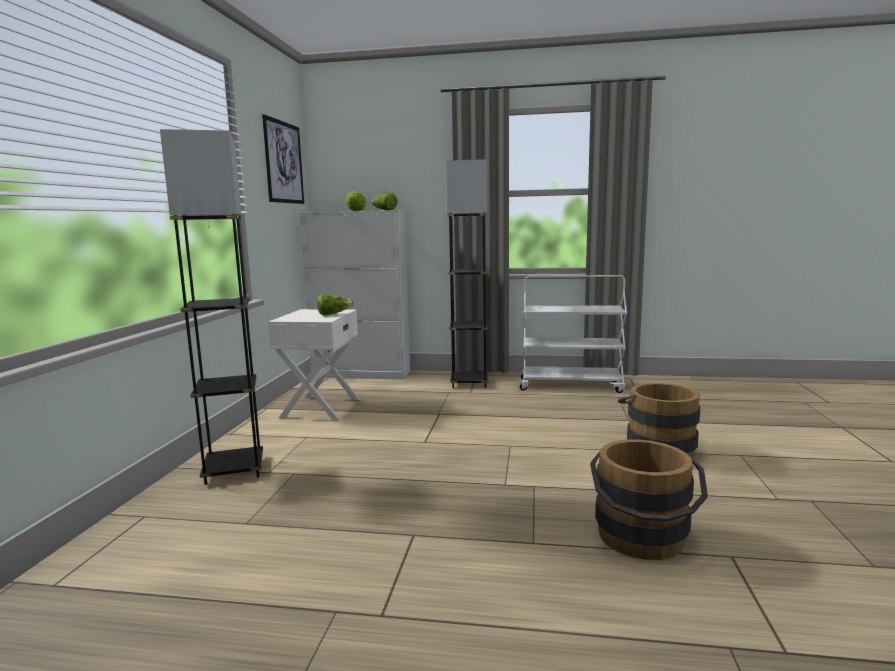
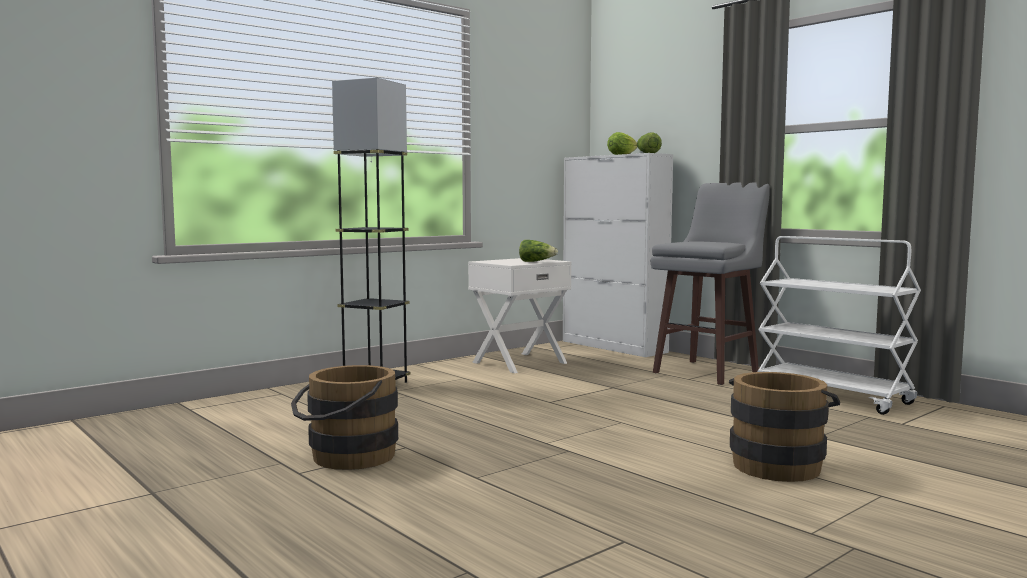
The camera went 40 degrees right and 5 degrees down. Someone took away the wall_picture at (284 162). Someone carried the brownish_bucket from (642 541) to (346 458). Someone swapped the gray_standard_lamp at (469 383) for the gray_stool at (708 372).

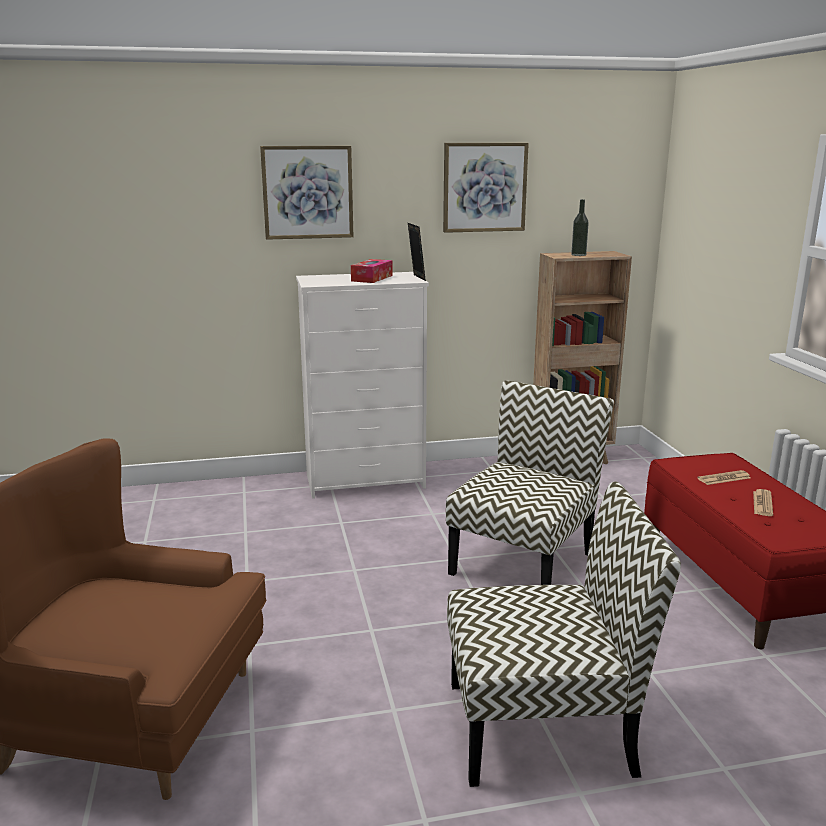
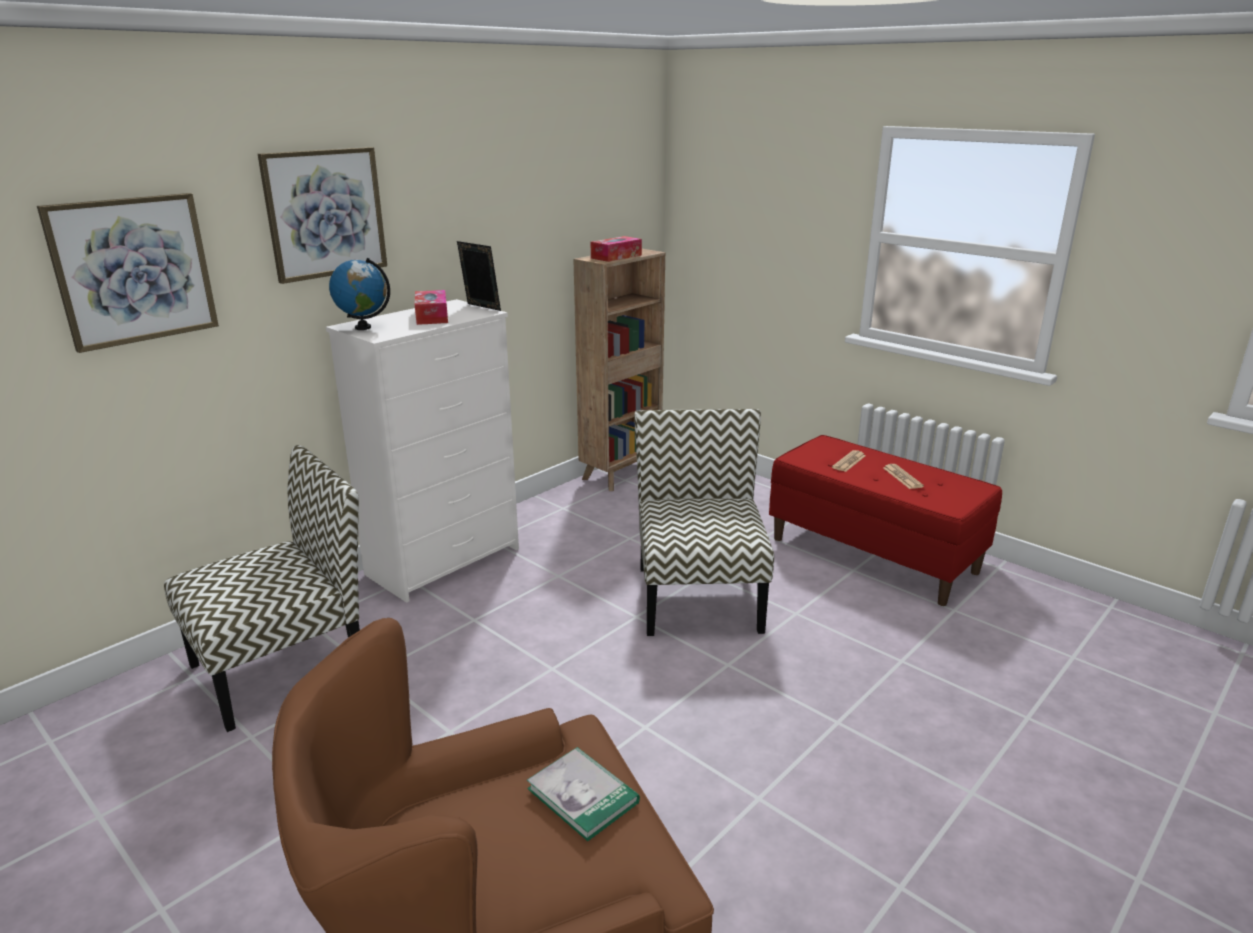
The camera went 35 degrees left and 5 degrees up. Someone put down the desk_globe at (363 327). Someone put down the book at (582 795). Someone carried the wall_picture from (484 187) to (133 270). Someone carried the chair from (543 726) to (284 666). Someone swapped the beverage_bottle at (578 255) for the box_of_tissues at (616 256).

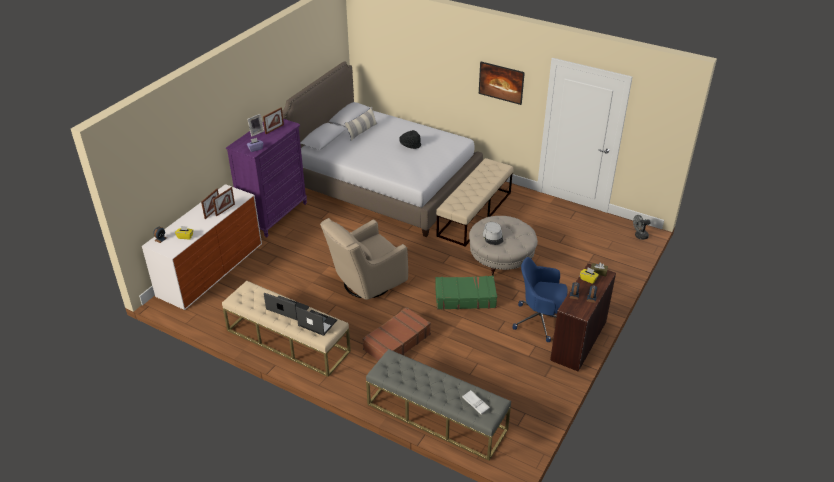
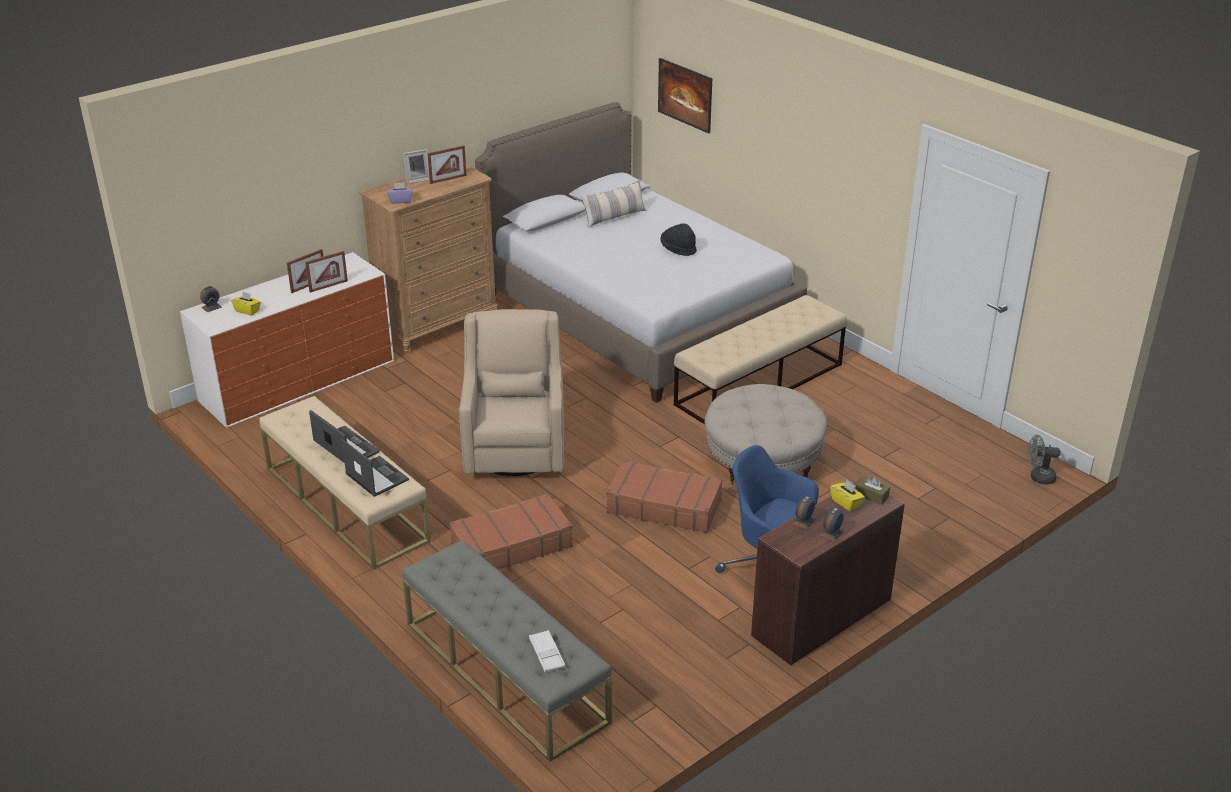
The camera went 20 degrees right and 5 degrees down. Someone took away the gray_hat at (493 237). Someone carried the wall_picture from (500 90) to (684 108). Someone repainted the purple_chest_of_drawers at (274 215), which became the brownish_chest_of_drawers at (438 325). Someone repainted the green-coloured_piece_of_luggage at (465 298), which became the brownish_piece_of_luggage at (664 506). Someone rotated the beige-coloured_easy_chair at (365 283) by 105 degrees clockwise.

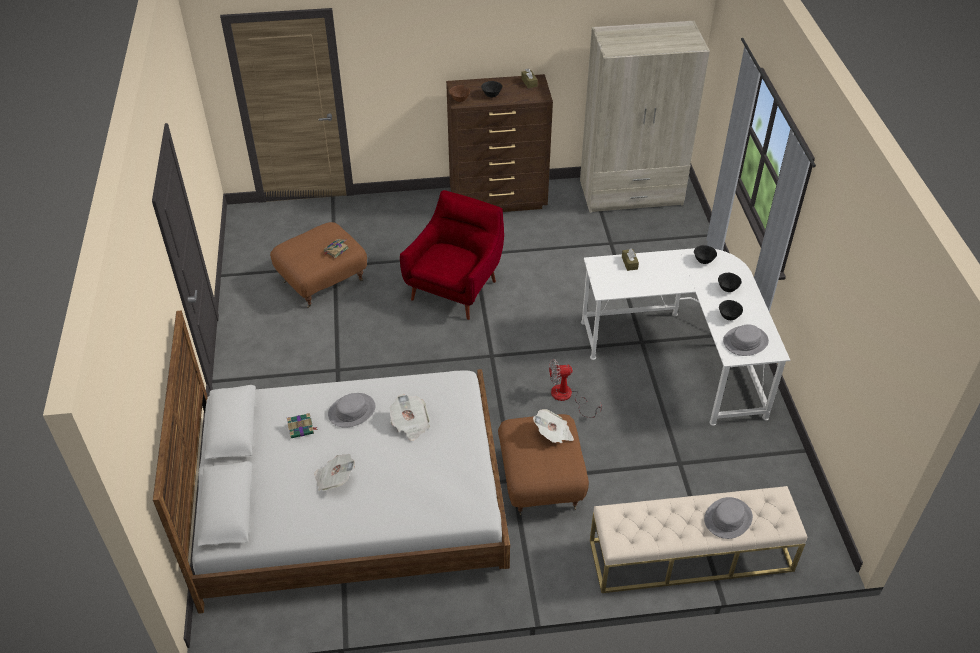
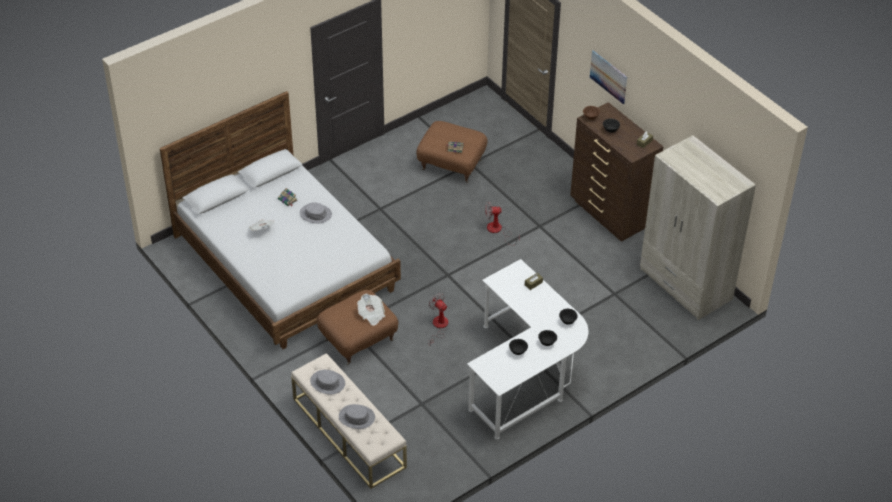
The camera went 60 degrees right and 0 degrees up. Someone took away the printed_paper at (410 424). Someone put up the wall_picture at (608 76). Someone carried the gray_hat from (745 341) to (327 382). Someone swapped the reddish_easy_chair at (456 288) for the cooling_fan at (498 231).

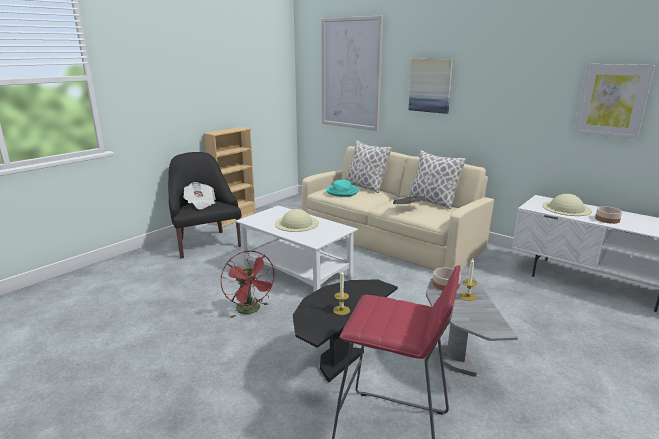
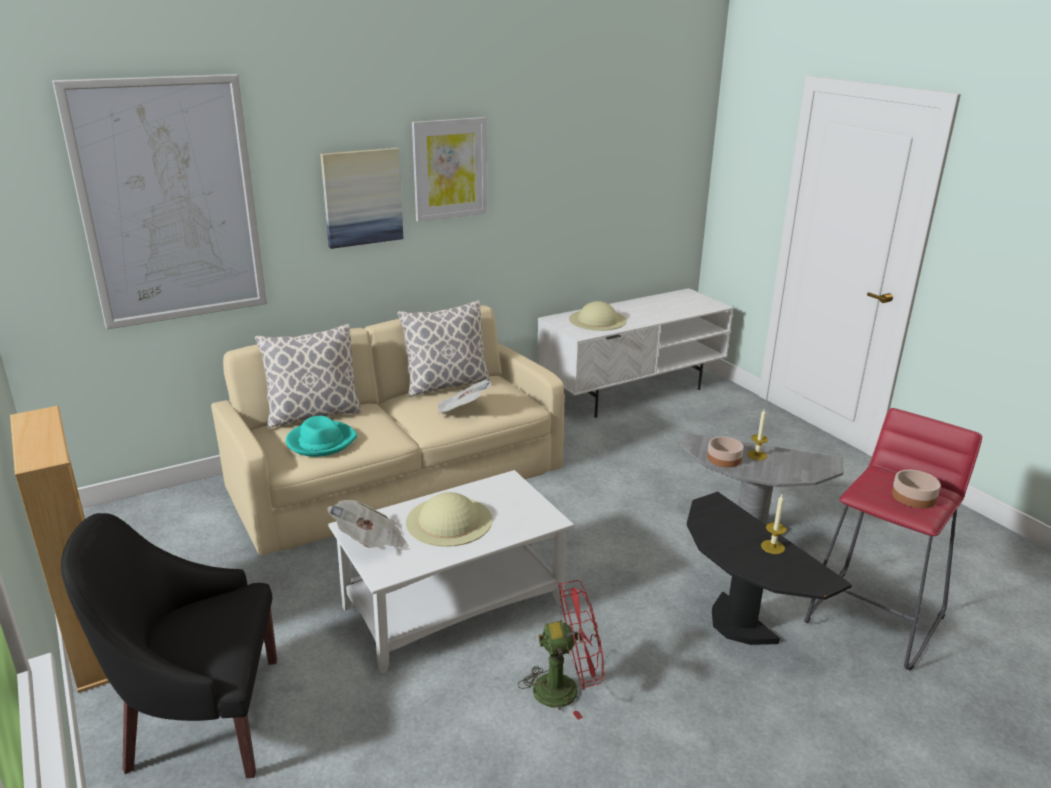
The camera went 70 degrees left and 5 degrees up. Someone carried the printed_paper from (200 204) to (371 542). Someone carried the wall_picture from (612 100) to (449 169). Someone carried the serving_bowl from (607 219) to (914 497).

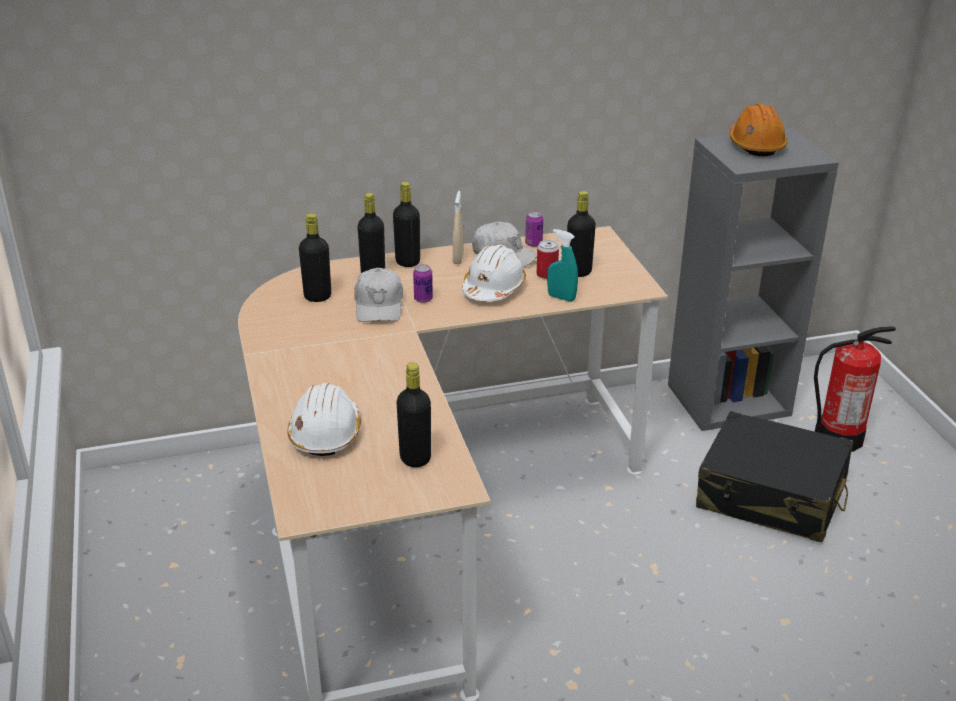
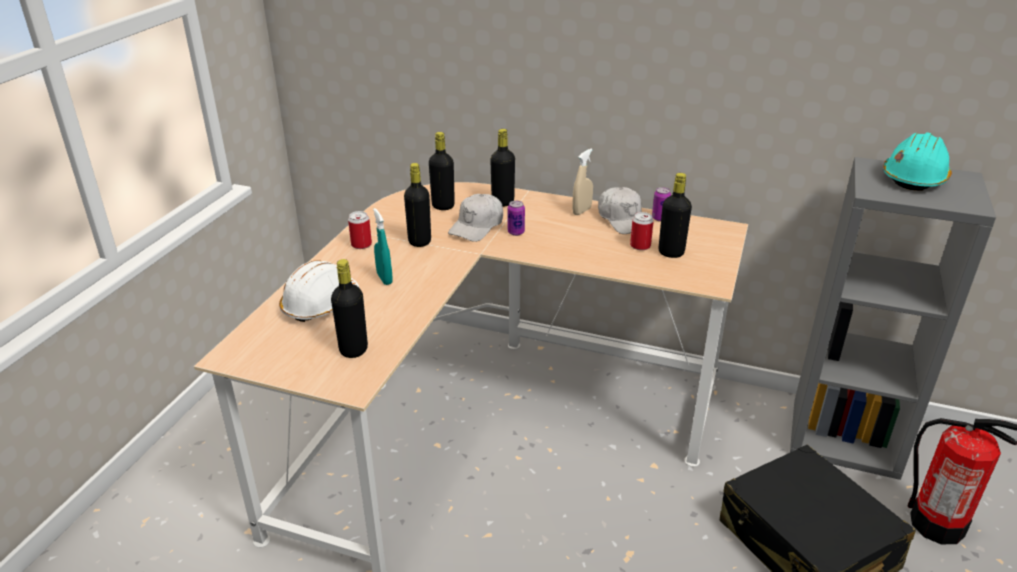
The camera went 35 degrees right and 0 degrees up. Someone took away the white_safety_helmet at (493 288). Someone put down the can at (361 245). Someone carried the black_beverage_bottle from (407 262) to (419 241). Someone carried the turquoise_sprayer from (561 298) to (384 278). Someone repainted the orange_safety_helmet at (756 145), which became the turquoise_safety_helmet at (914 178).

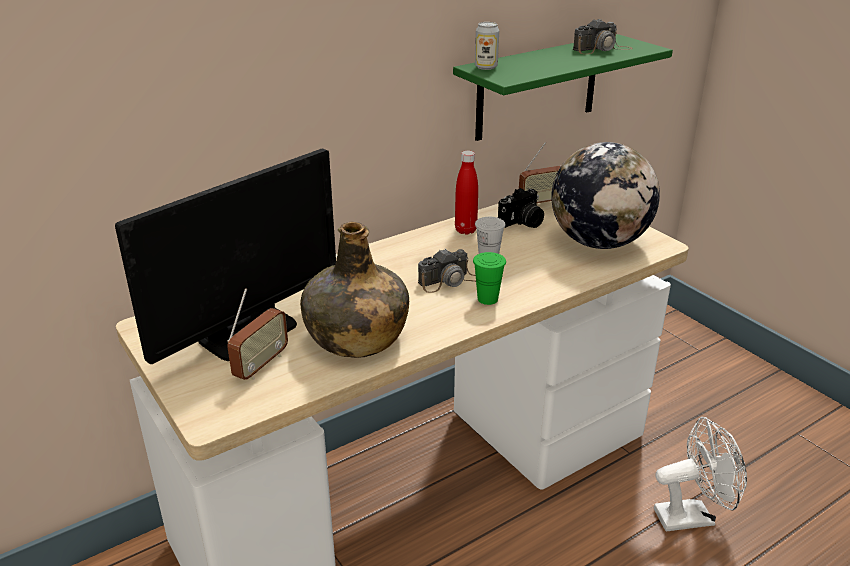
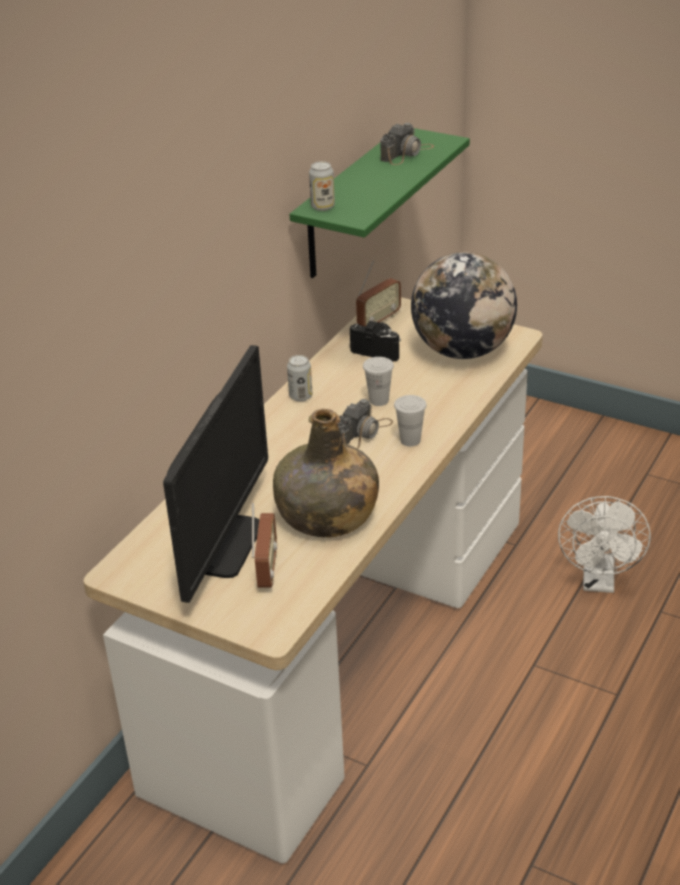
The camera went 25 degrees left and 5 degrees up. Someone took away the reddish_beverage_bottle at (465 230). Someone put down the can at (300 396). Someone repainted the green-coloured_small_cup at (487 299), which became the white_small_cup at (410 440). Someone rotated the photo_camera at (522 223) by 90 degrees counterclockwise. Someone rotated the white_cooling_fan at (692 516) by 135 degrees clockwise.

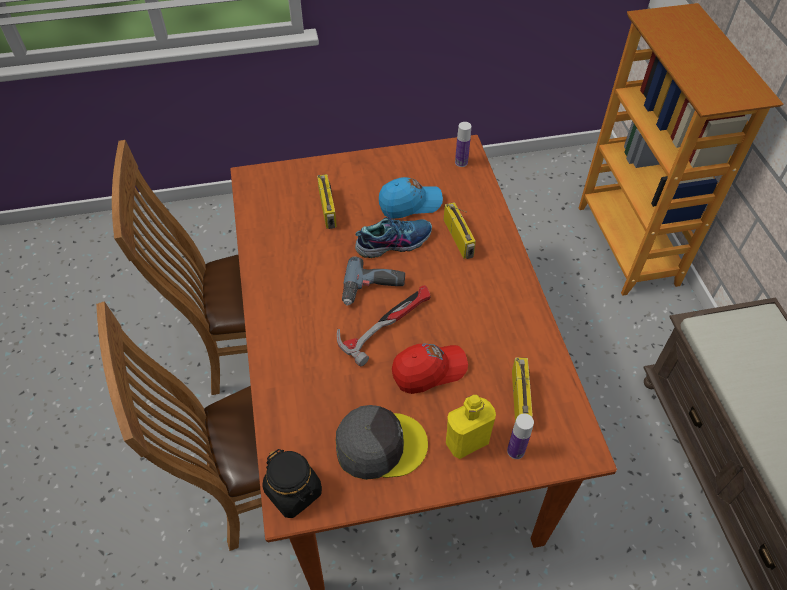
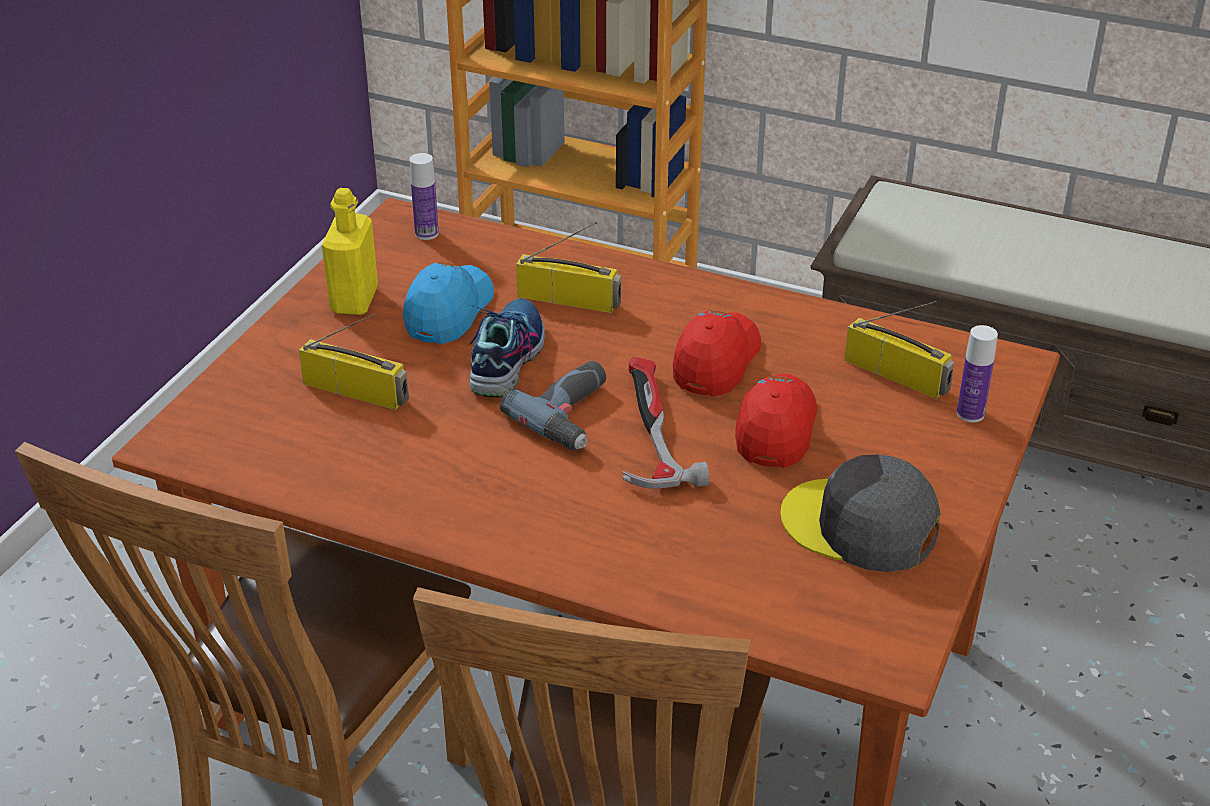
The camera went 55 degrees left and 15 degrees down. Someone took away the black_storage_jar at (294 492). Someone put down the reddish_peaked_cap at (716 361). Someone carried the yellowish_beverage_bottle from (467 442) to (354 300). Someone rotated the gray_peaked_cap at (380 445) by 90 degrees counterclockwise.

